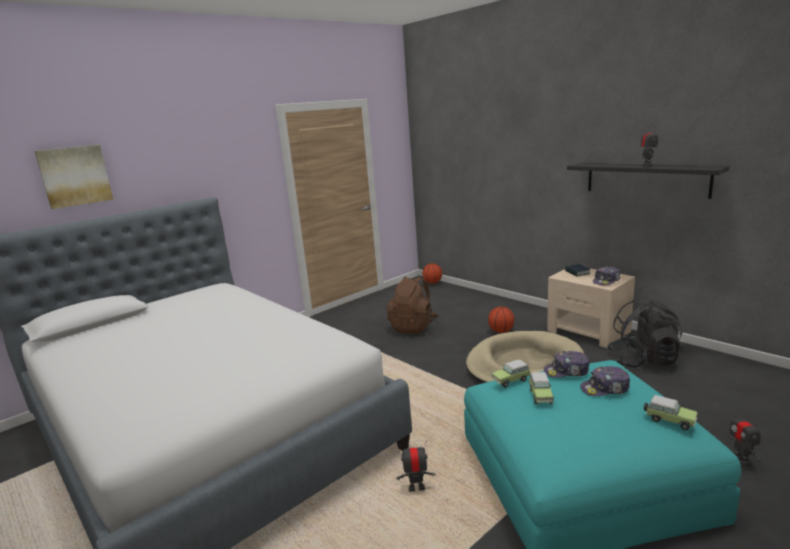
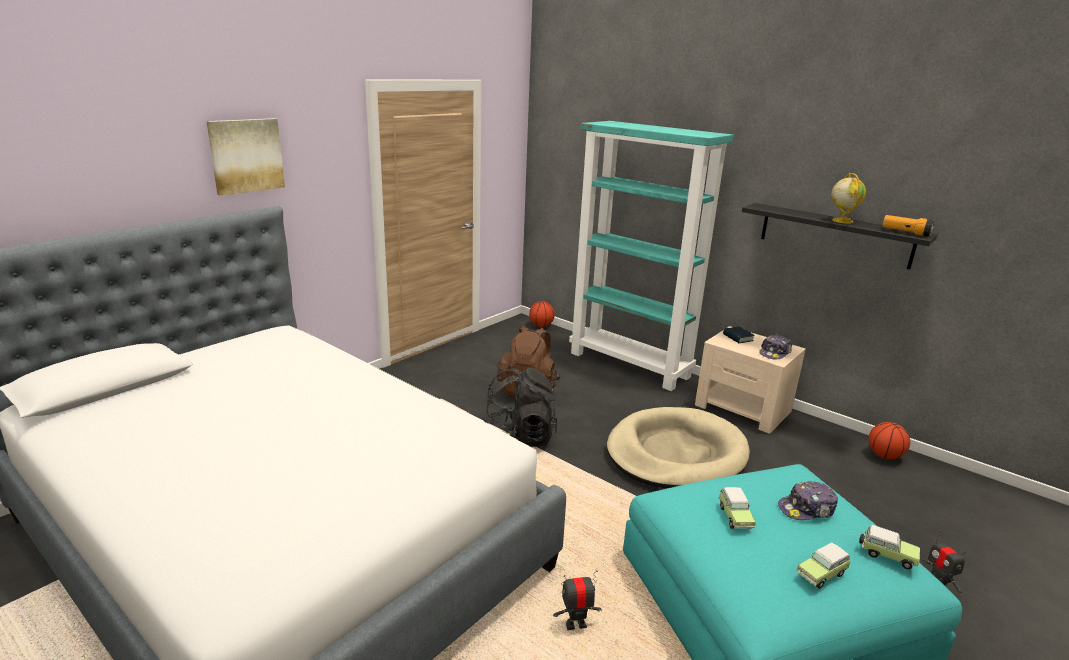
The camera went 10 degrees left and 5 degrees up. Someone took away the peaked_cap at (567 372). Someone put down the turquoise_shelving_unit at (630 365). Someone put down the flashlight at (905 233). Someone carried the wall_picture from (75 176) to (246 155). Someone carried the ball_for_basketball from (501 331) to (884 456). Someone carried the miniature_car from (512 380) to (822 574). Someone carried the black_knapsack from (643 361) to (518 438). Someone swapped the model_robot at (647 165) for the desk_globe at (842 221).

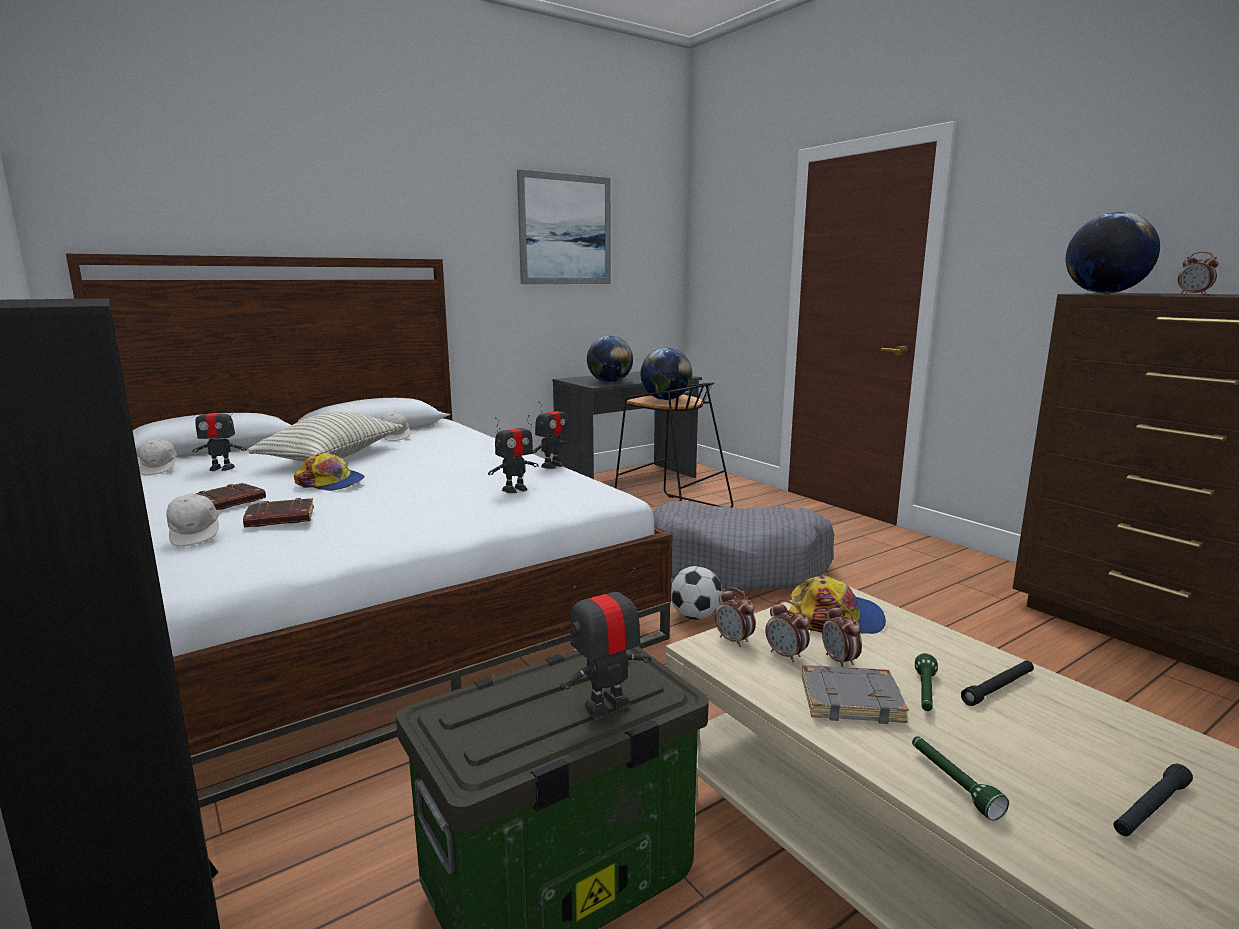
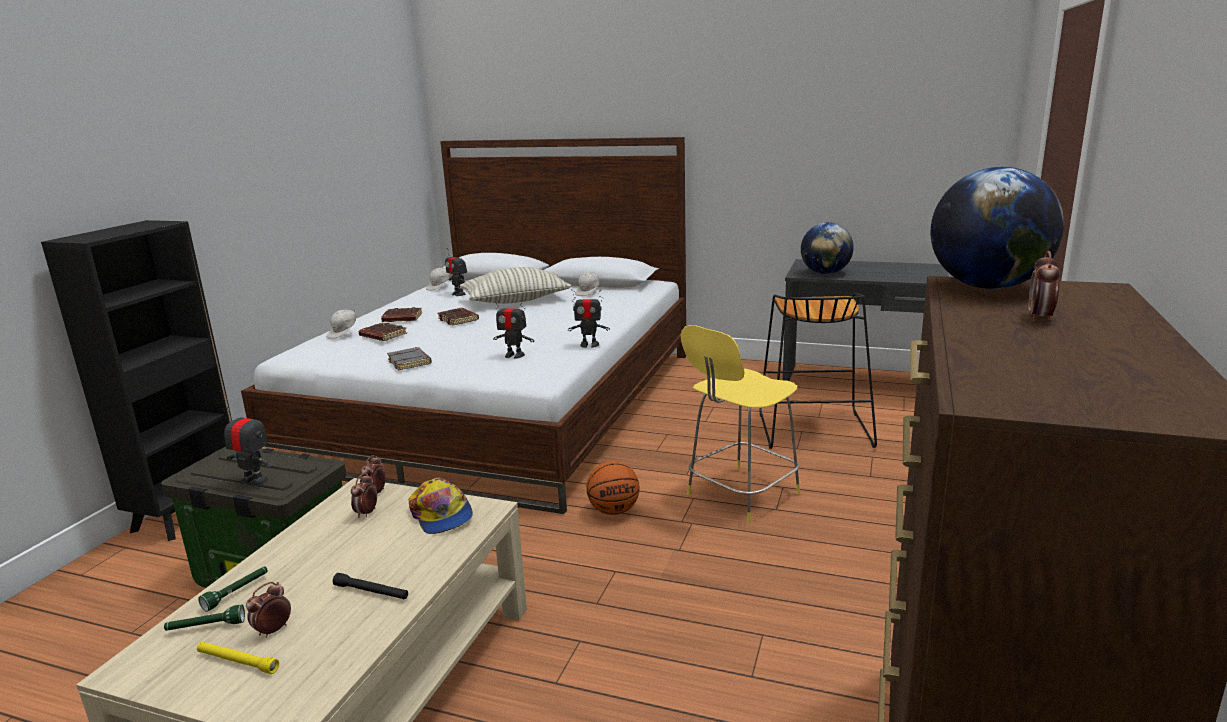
The camera went 55 degrees right and 5 degrees up. Someone took away the wall_picture at (565 230). Someone took away the desk_globe at (665 399). Someone carried the gray_book from (851 699) to (410 362). Someone carried the alarm_clock from (839 661) to (273 630). Someone carried the green-coloured_flashlight from (925 693) to (206 627). Someone swapped the peaked_cap at (331 483) for the brownish_book at (459 319). Someone swapped the gray_dog_cushion at (737 566) for the yellowish_stool at (740 495). Someone swapped the football at (695 616) for the ball_for_basketball at (614 511). Someone repainted the black_flashlight at (1150 808), which became the yellowish_flashlight at (237 662).

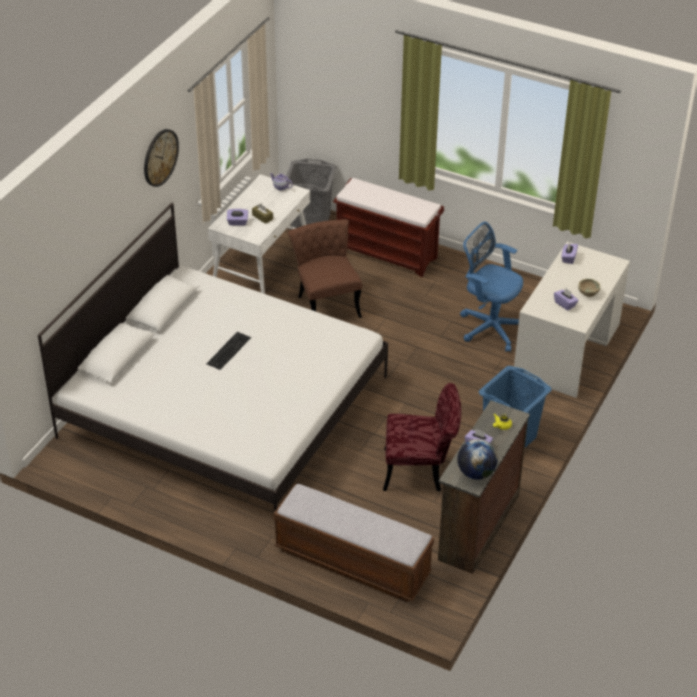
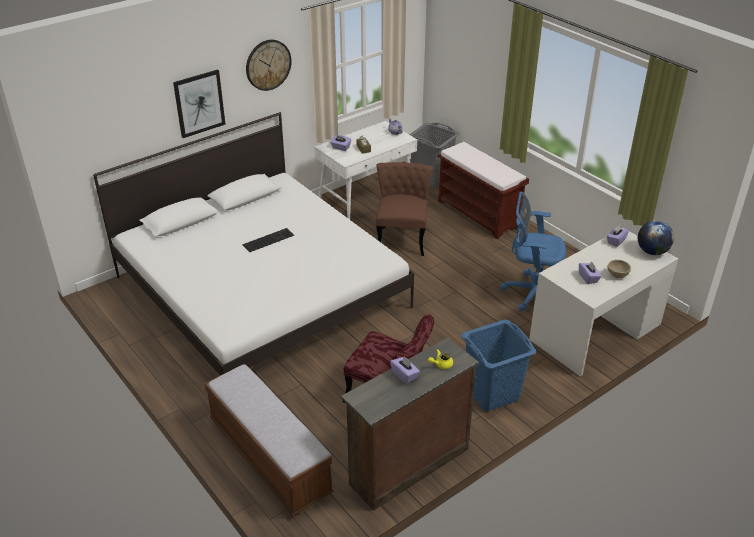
The camera went 25 degrees right and 5 degrees down. Someone put up the wall_picture at (199 103). Someone carried the desk_globe from (476 473) to (652 251). Someone rotated the bluish_computer_chair at (489 327) by 45 degrees counterclockwise.

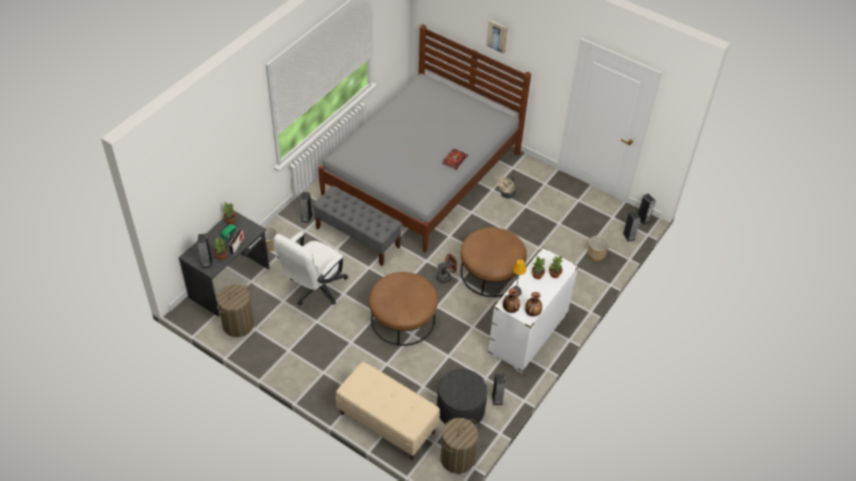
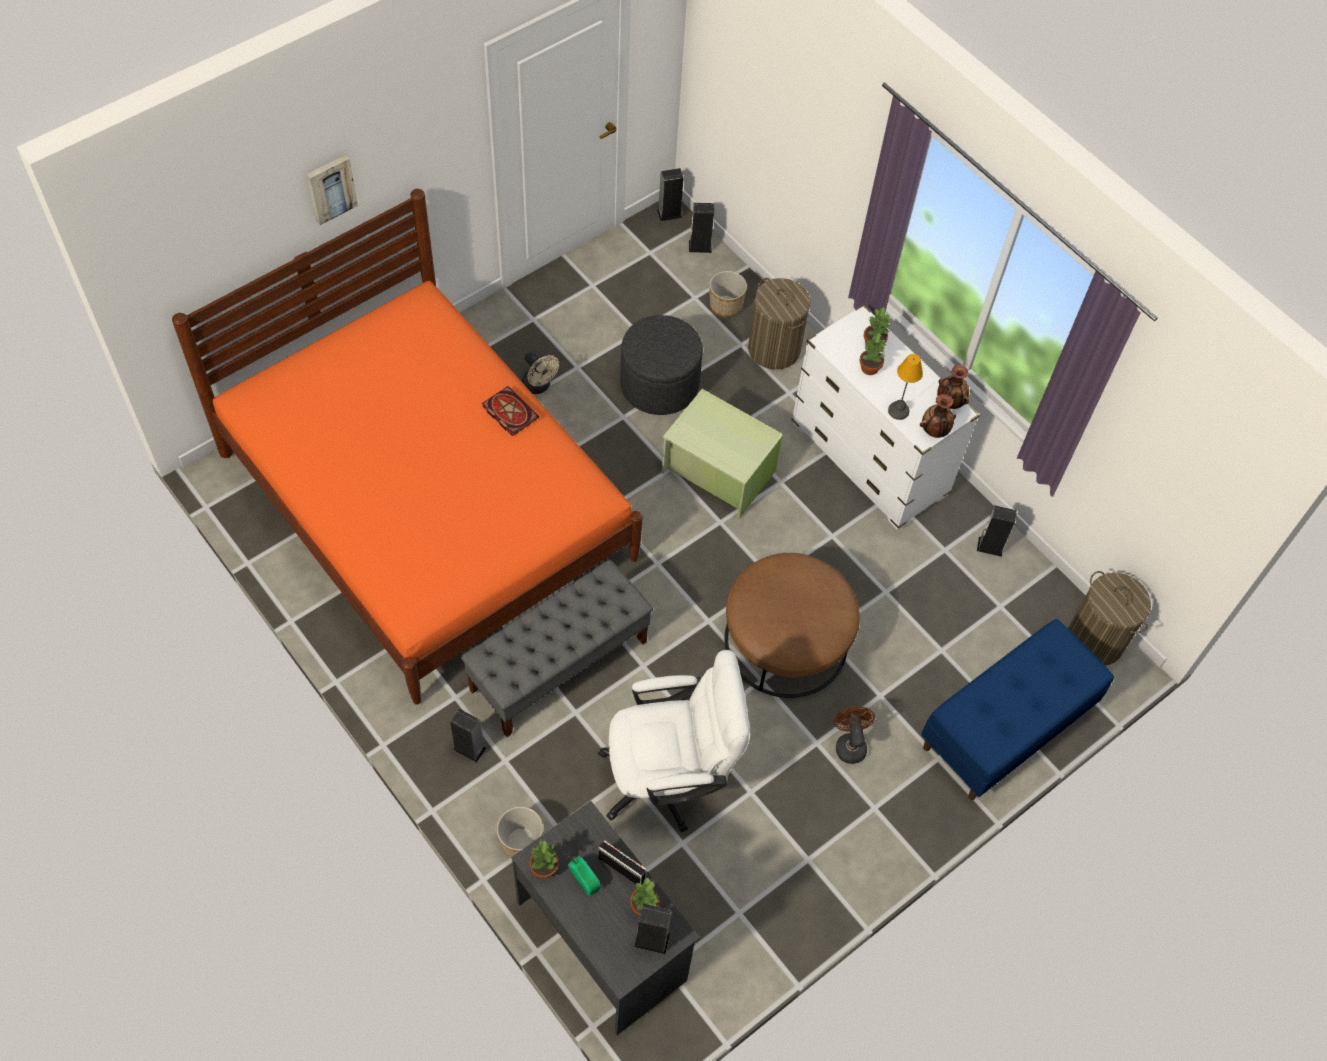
The camera went 75 degrees left and 10 degrees up. Someone carried the hamper from (238 324) to (774 349). Someone carried the brownish_cooling_fan from (446 276) to (849 744). Someone carried the gray_pouffe from (460 409) to (659 384). Someone swapped the brownish_pouffe at (491 273) for the green-coloured_storage_container at (718 470). Someone repainted the gray_sleeping_bed at (422 173), which became the orange_sleeping_bed at (427 505). Someone repainted the beige-coloured_indoor_bench at (386 423), which became the bluish_indoor_bench at (1005 728). Someone rotated the white_computer_chair at (314 289) by 60 degrees counterclockwise.

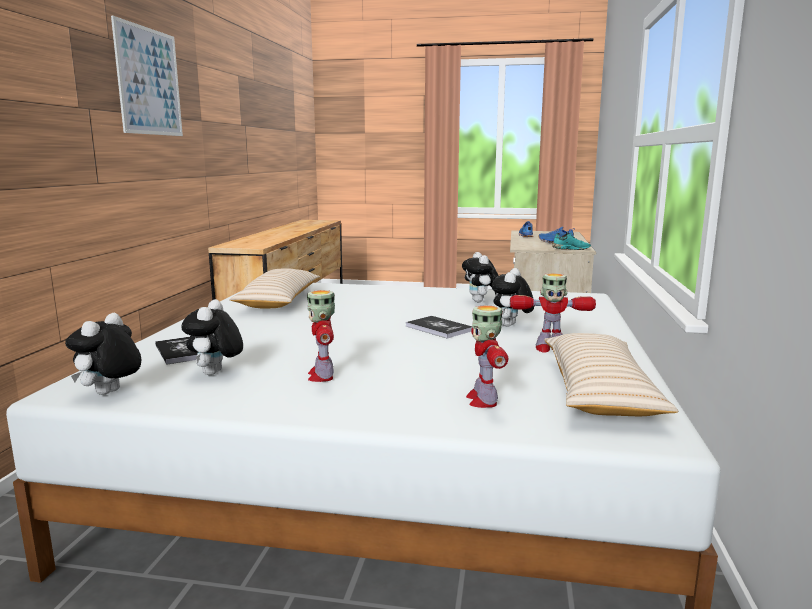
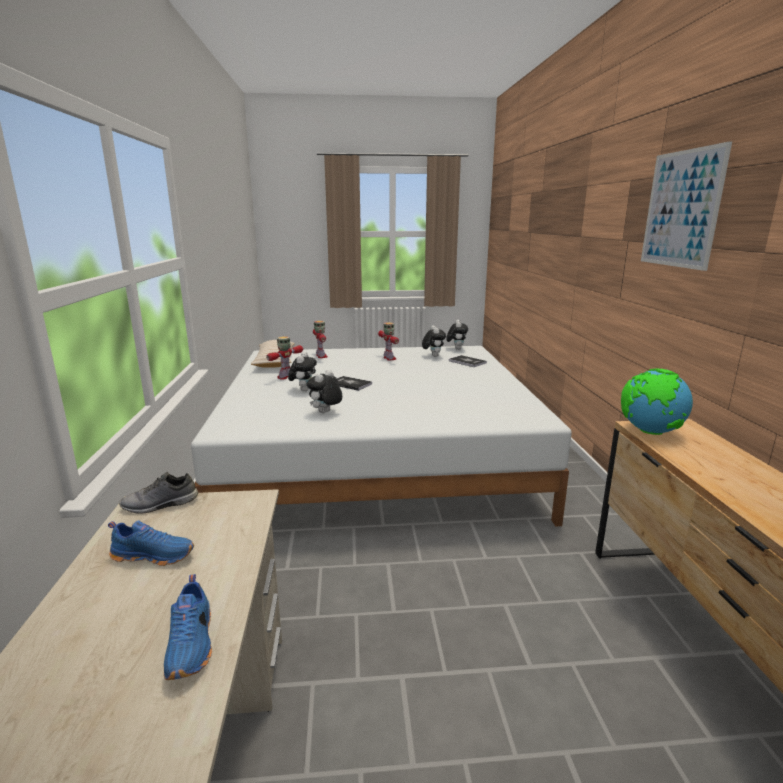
The camera went 165 degrees right and 5 degrees up. Someone took away the beige-coloured_pillow at (279 301). Someone put down the desk_globe at (650 432). Someone repainted the turquoise_shoe at (571 249), which became the gray_shoe at (160 505). Someone rotated the cuddly_toy at (480 301) by 120 degrees counterclockwise. Someone rotated the model_robot at (549 348) by 45 degrees counterclockwise.

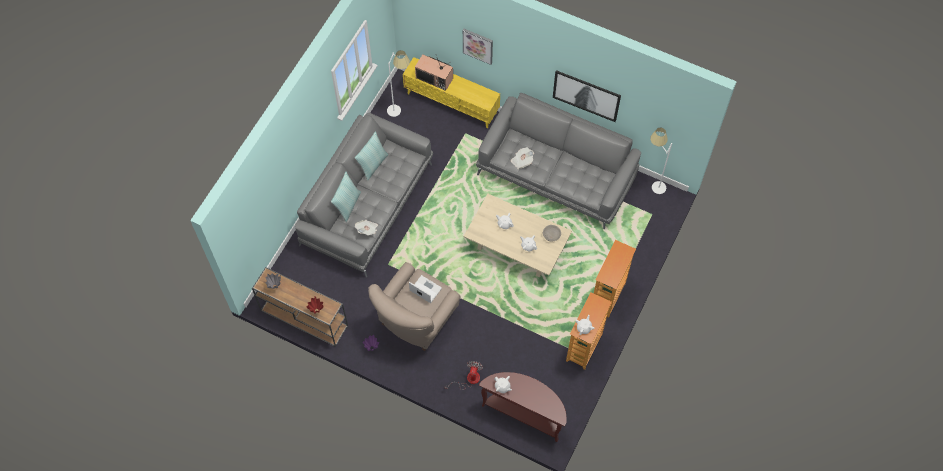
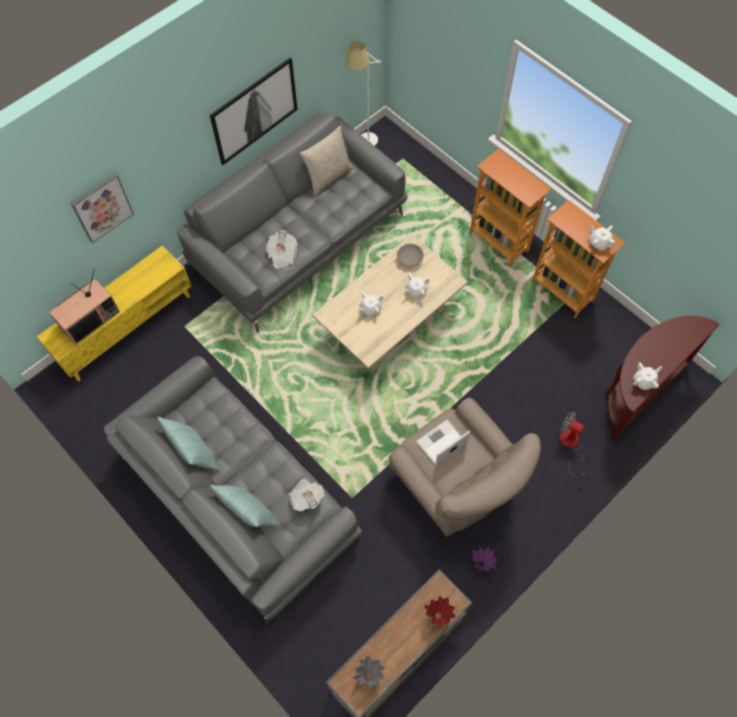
The camera went 70 degrees left and 0 degrees up. Someone took away the white_standard_lamp at (400 110). Someone put down the beige-coloured_pillow at (328 176).

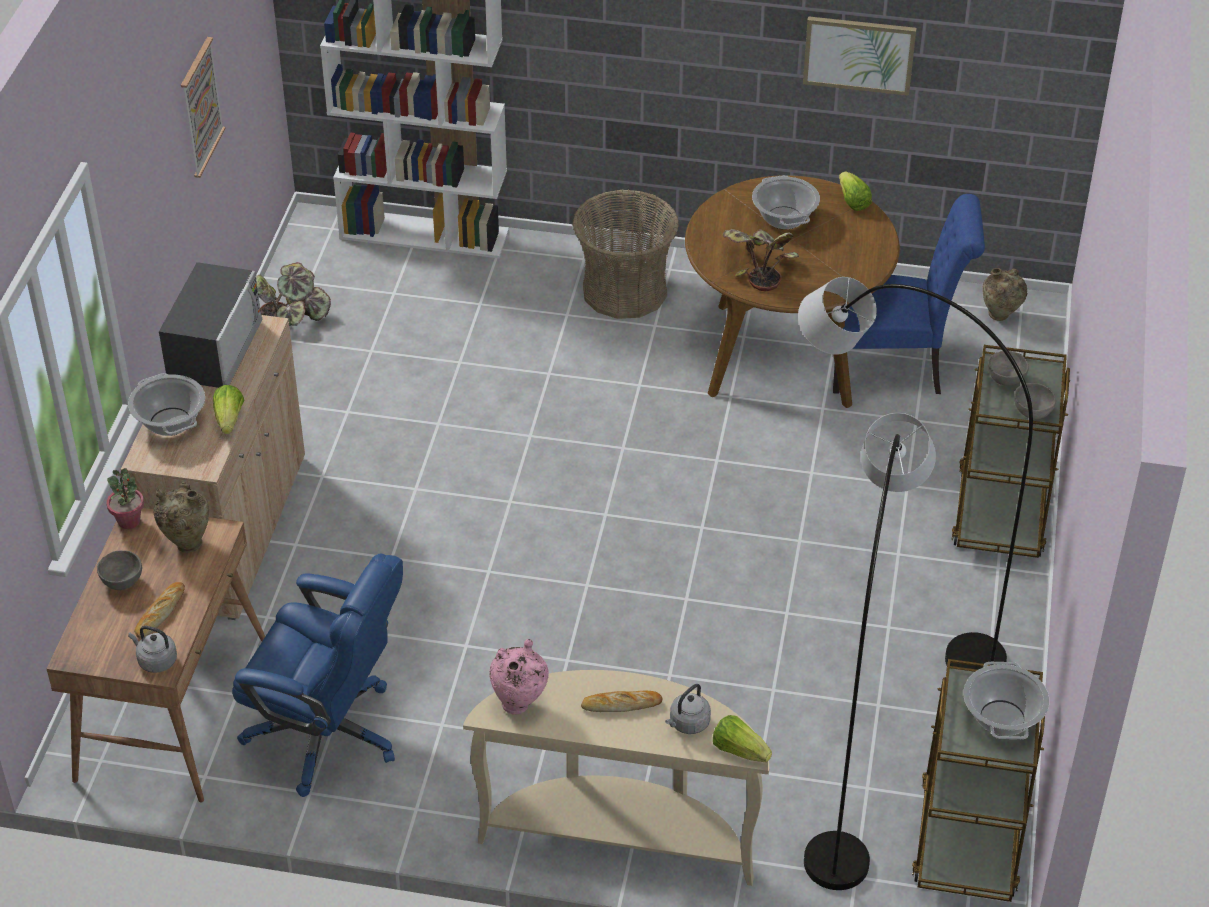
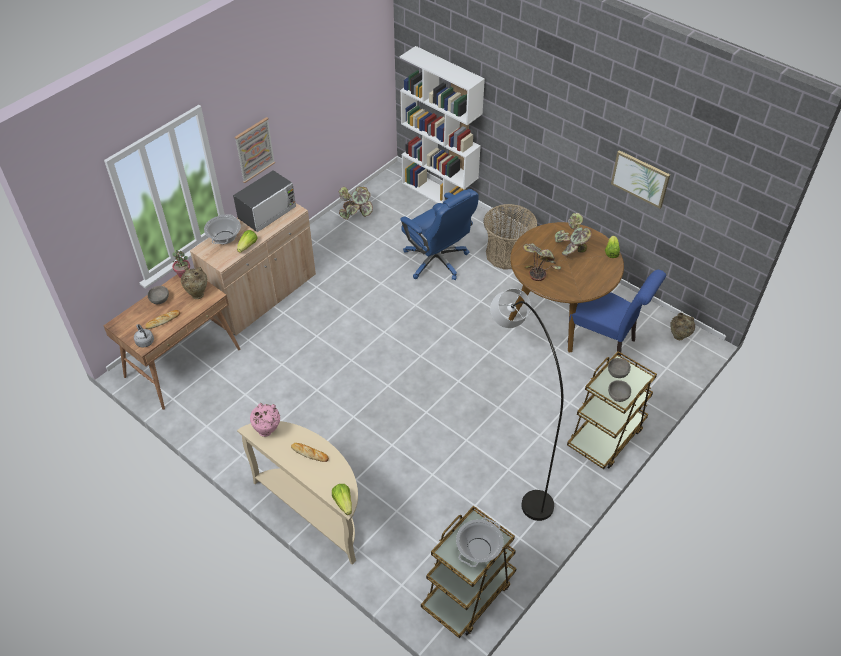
The camera went 30 degrees right and 5 degrees up. Someone took away the gray_kettle at (688 724). Someone took away the gray_standard_lamp at (853 767). Someone carried the wall_picture from (200 107) to (254 149). Someone carried the bluish_computer_chair from (327 734) to (437 261). Someone swapped the saucepot at (784 218) for the potted_plant at (571 248).

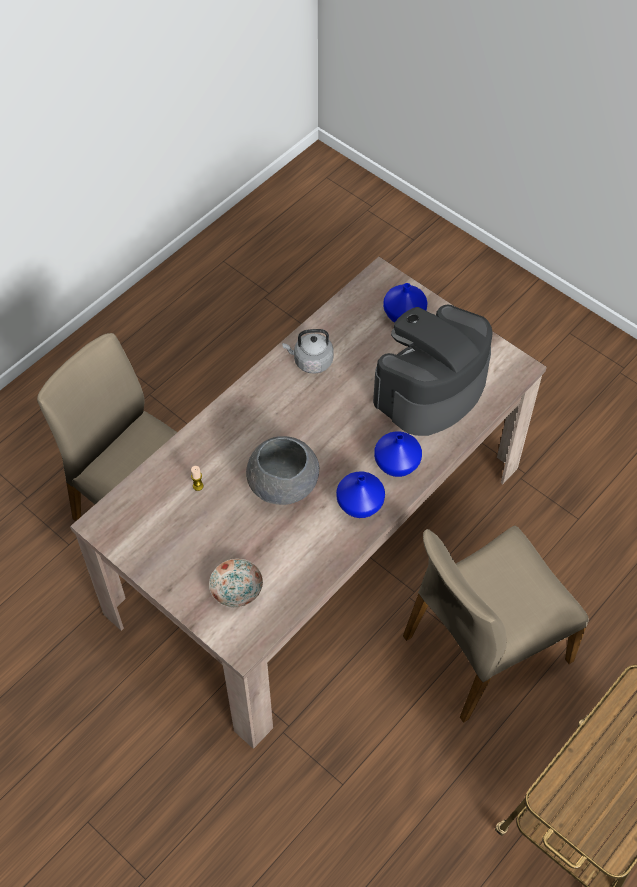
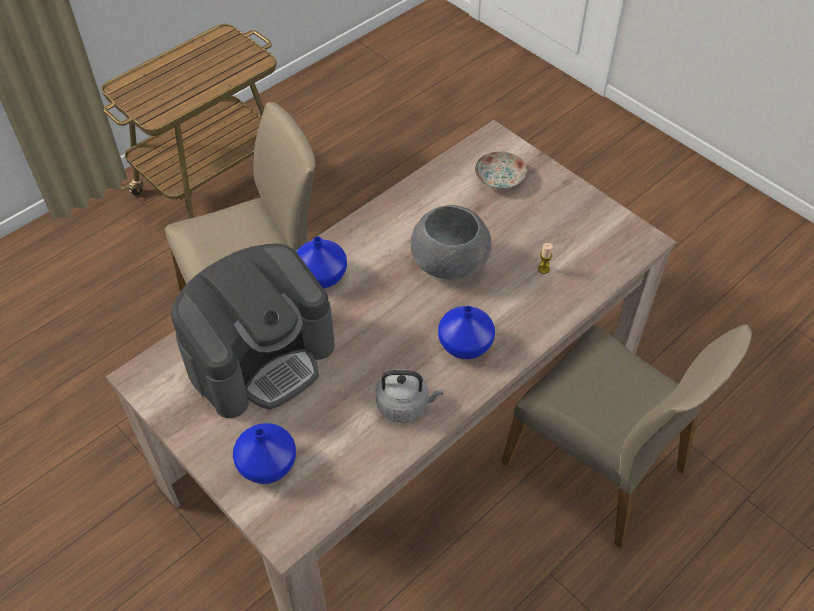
The camera went 175 degrees left and 5 degrees down. Someone carried the bluish_vase from (360 503) to (465 346).

